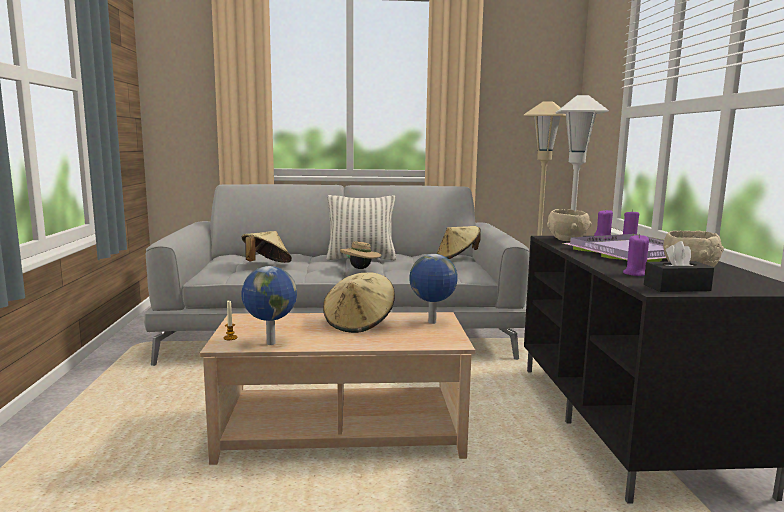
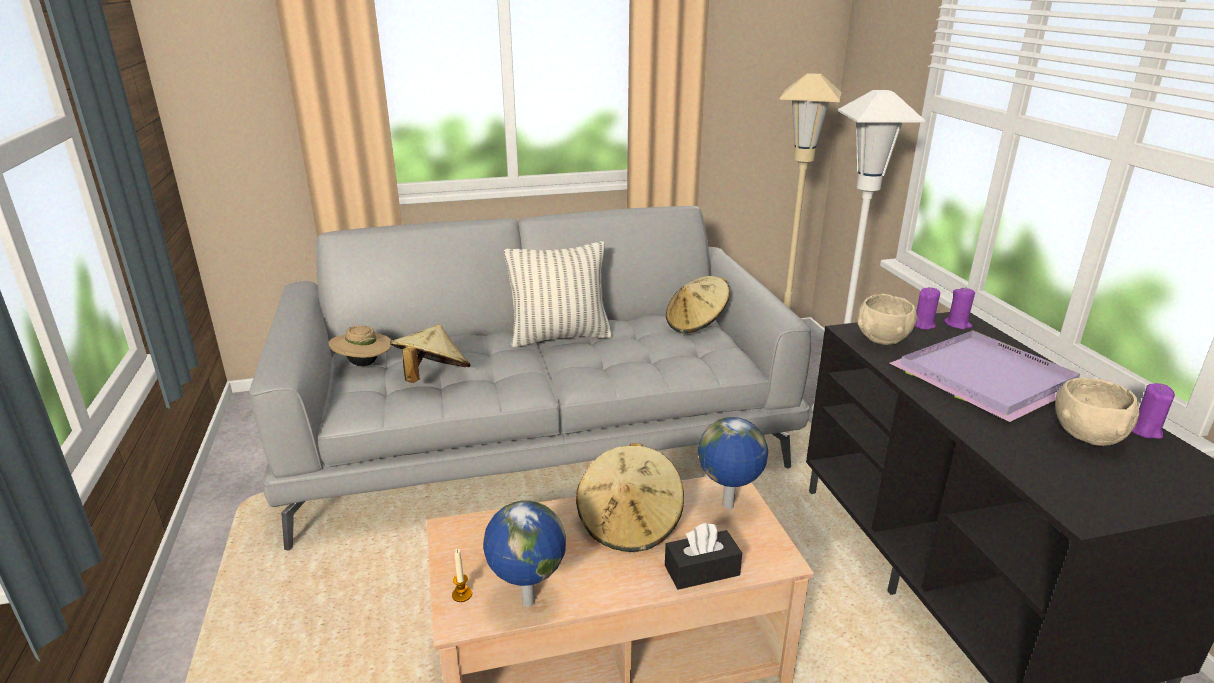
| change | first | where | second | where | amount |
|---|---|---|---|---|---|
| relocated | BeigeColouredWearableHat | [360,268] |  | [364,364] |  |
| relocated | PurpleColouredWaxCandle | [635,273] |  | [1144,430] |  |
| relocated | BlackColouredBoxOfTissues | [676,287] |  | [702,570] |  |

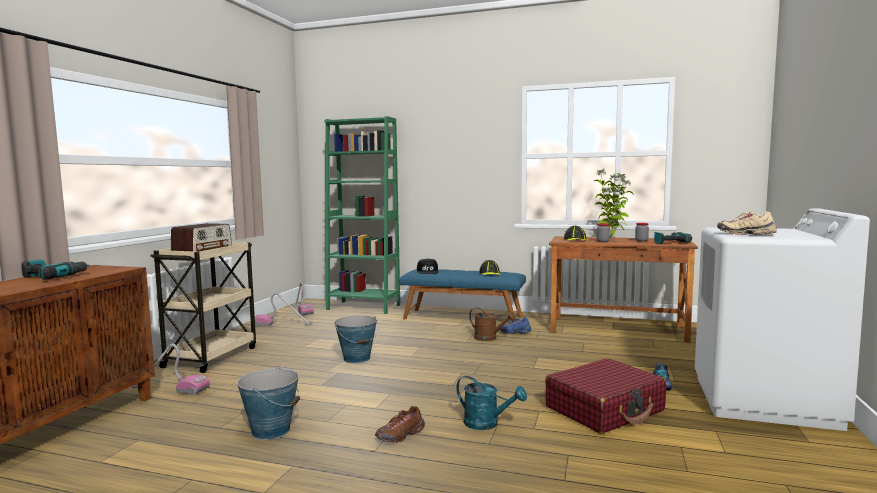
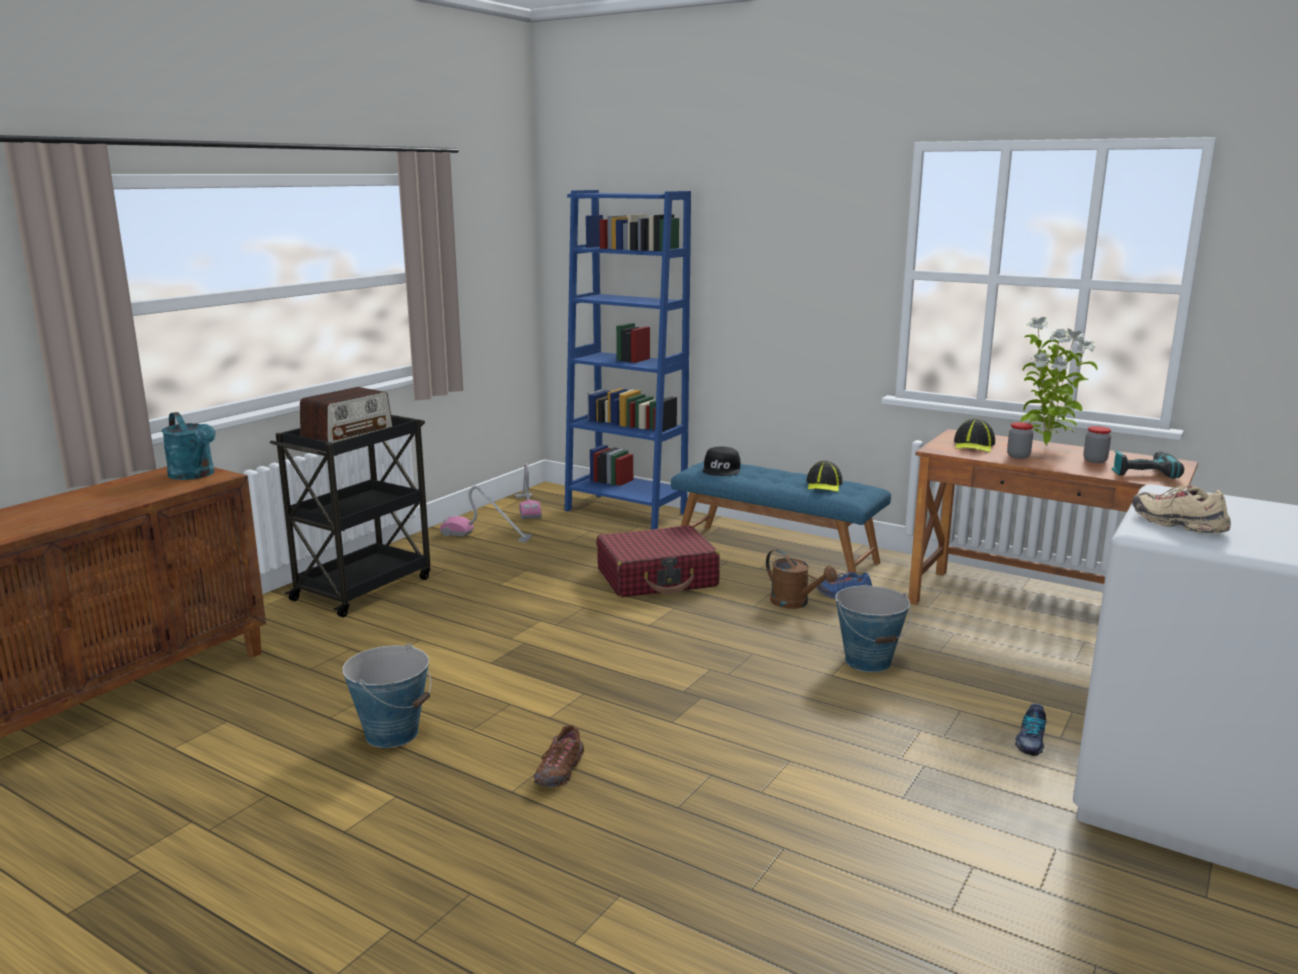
| change | first | where | second | where | amount |
|---|---|---|---|---|---|
| missing | PowerDrill | [54,276] |  |  |  |
| missing | VacuumCleaner | [170,388] |  |  |  |
| relocated | Pail | [357,358] |  | [868,661] |  |
| relocated | TurquoiseSprinklingCan | [487,424] |  | [195,475] |  |
| relocated | ReddishPieceOfLuggage | [605,409] |  | [657,578] |  |
| colour | BeigeColouredCart | [212,356] | BlackColouredCart | [364,588] |  |
| colour | GreenColouredBookshelf | [363,307] | BluishBookshelf | [625,511] |  |
| spun | BrownItemOfFootwear | [401,435] |  | [560,771] | 45 degrees counterclockwise |

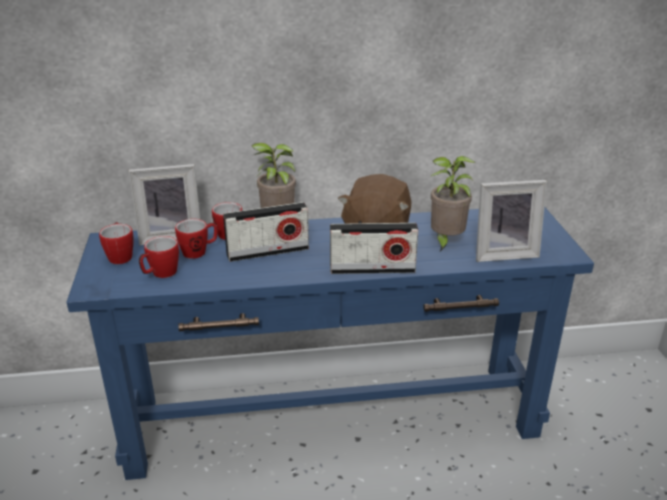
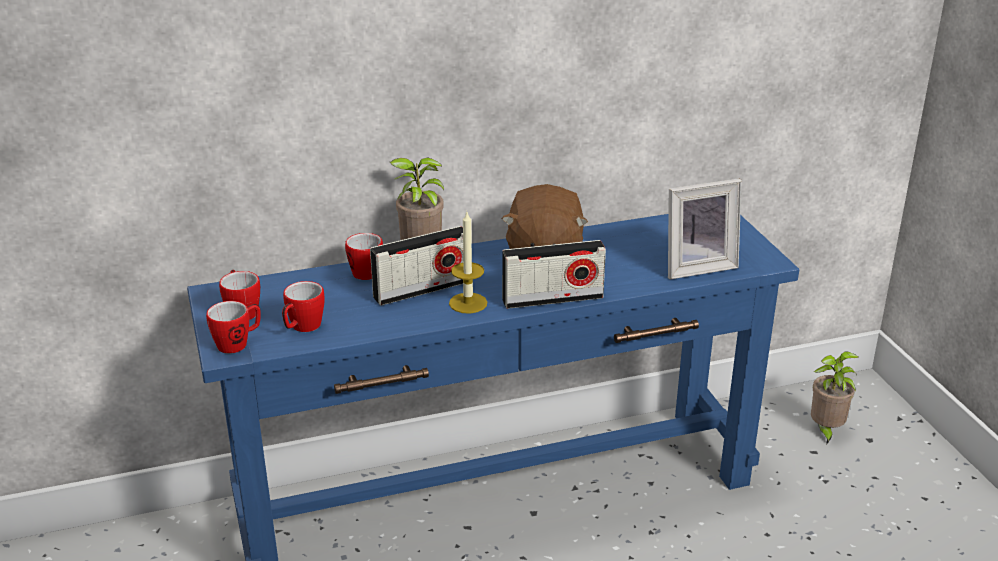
| change | first | where | second | where | amount |
|---|---|---|---|---|---|
| missing | PictureFrame | [171,236] |  |  |  |
| appeared |  |  | WaxCandle | [468,303] |  |
| relocated | CoffeeMug | [199,252] |  | [238,343] |  |
| relocated | PlantInAPot | [445,241] |  | [825,431] |  |

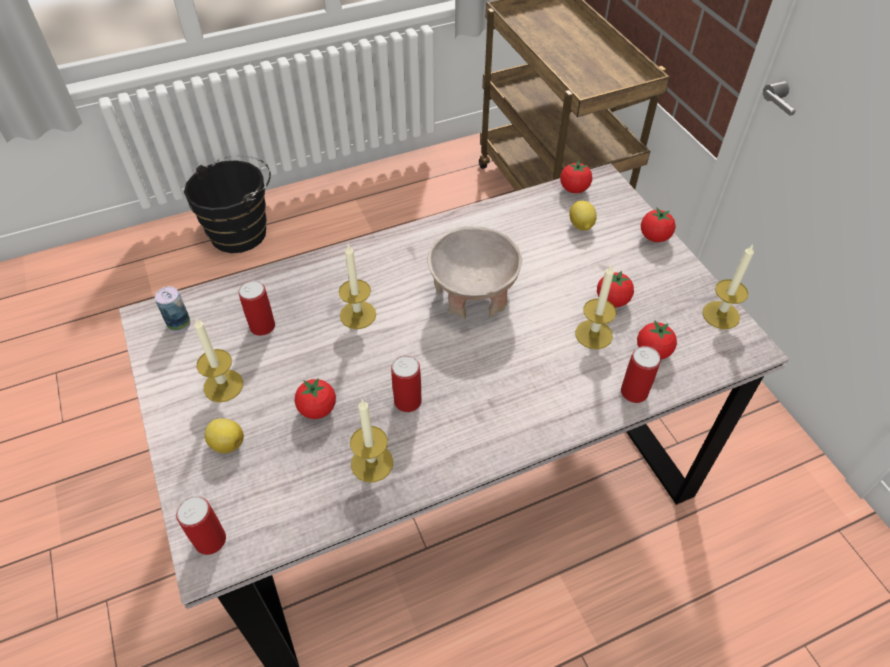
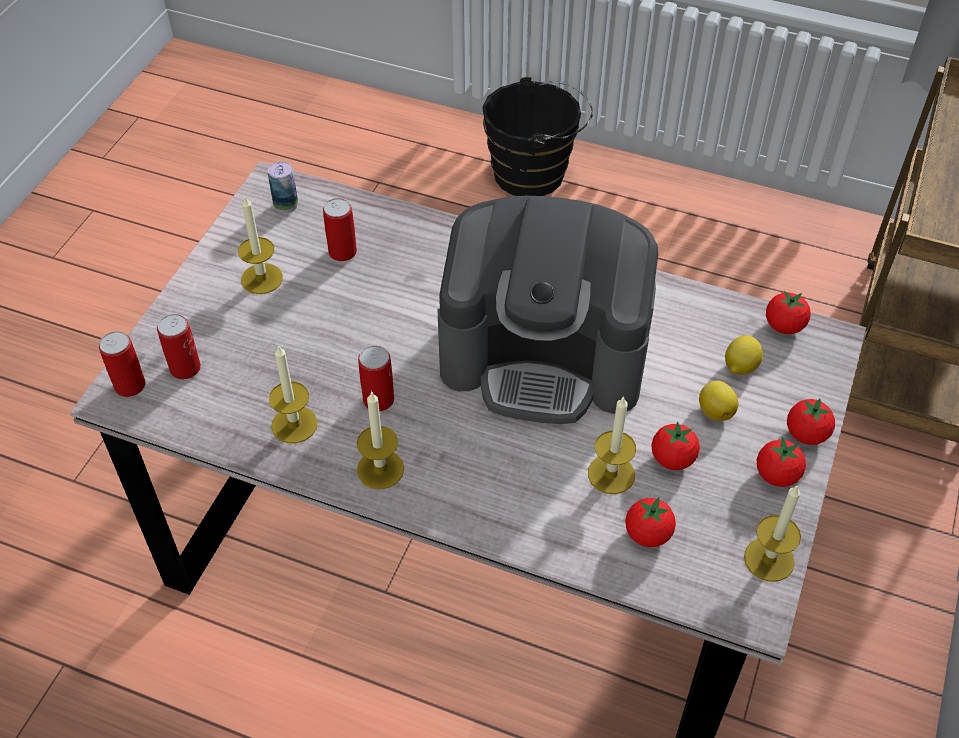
| change | first | where | second | where | amount |
|---|---|---|---|---|---|
| relocated | WholeLemon | [227,443] |  | [715,411] |  |
| relocated | FreshTomato | [317,409] |  | [776,475] |  |
| relocated | WaxCandle | [358,315] |  | [380,469] |  |
| relocated | MetalCan | [634,392] |  | [185,368] |  |
| exchanged | BeigeColouredBowl | [473,295] | CoffeeBrewer | [545,354] |  |

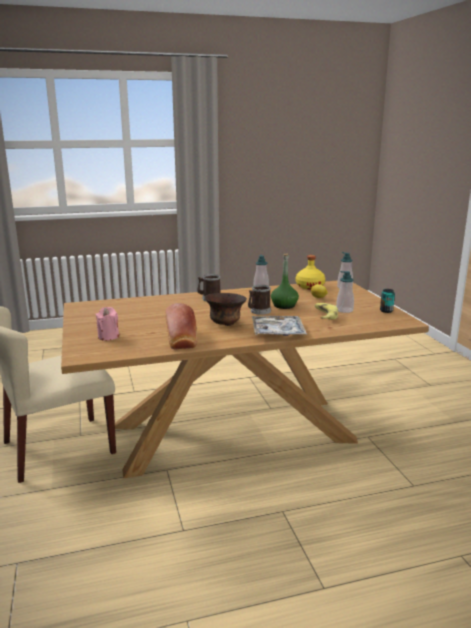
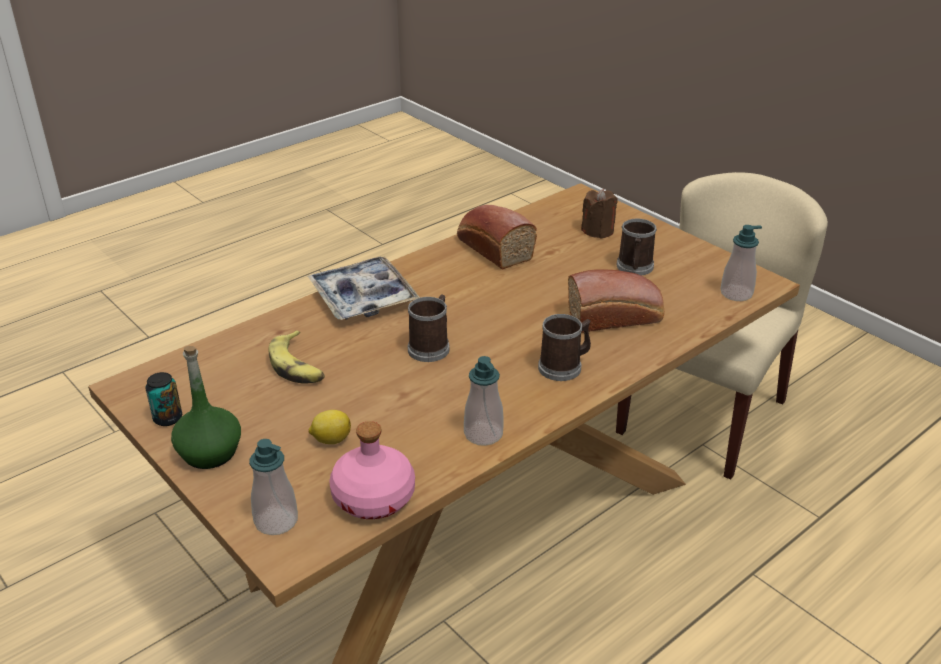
| change | first | where | second | where | amount |
|---|---|---|---|---|---|
| missing | BrownBowl | [225,324] |  |  |  |
| appeared |  |  | BakedBread | [616,317] |  |
| appeared |  |  | CoffeeMug | [634,268] |  |
| relocated | GreenColouredDrinkBottle | [284,305] |  | [210,452] |  |
| relocated | SoapBottle | [344,310] |  | [736,294] |  |
| colour | PinkColouredWaxCandle | [108,336] | BrownWaxCandle | [598,231] |  |
| colour | YellowColouredDrinkBottle | [309,286] | PinkColouredDrinkBottle | [374,498] |  |

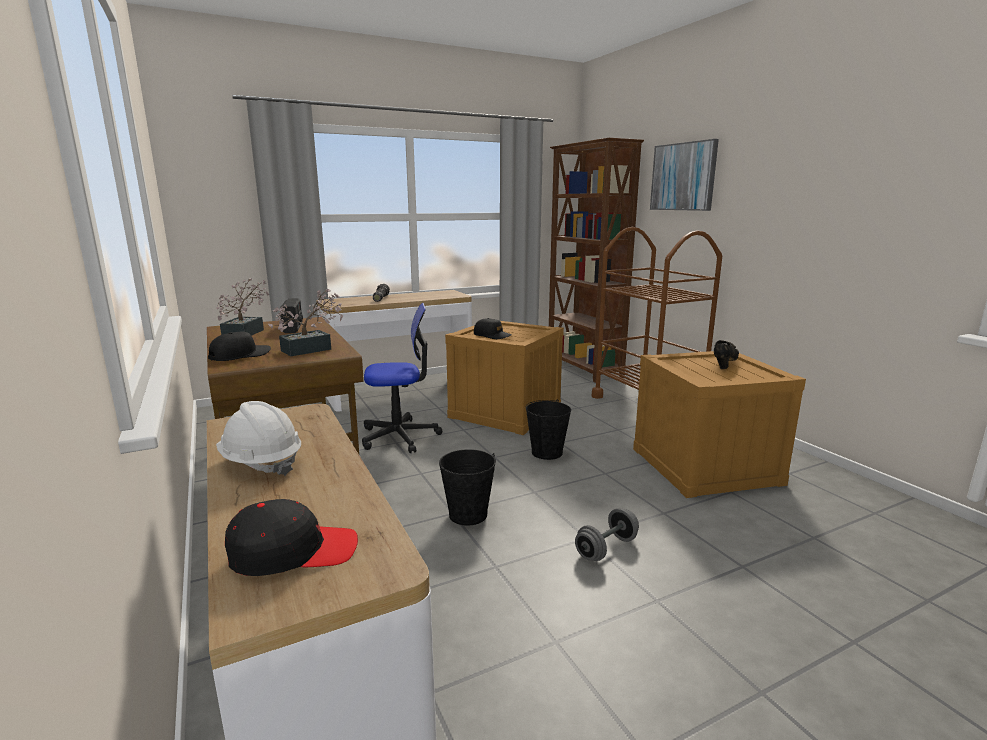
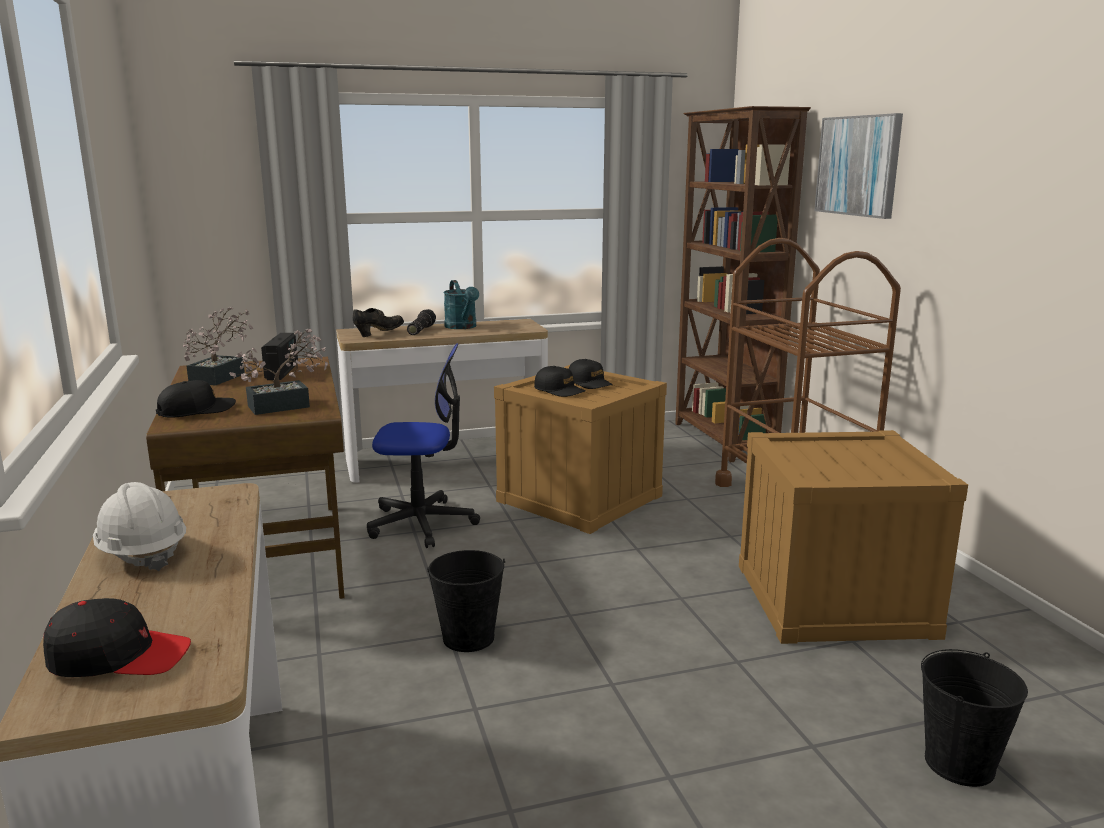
| change | first | where | second | where | amount |
|---|---|---|---|---|---|
| missing | GreyFreeWeight | [606,548] |  |  |  |
| appeared |  |  | TurquoiseSprinklingCan | [462,327] |  |
| appeared |  |  | BlackColouredCap | [589,383] |  |
| relocated | BlackColouredPail | [547,452] |  | [960,764] |  |
| relocated | BlackColouredItemOfFootwear | [724,364] |  | [379,333] |  |

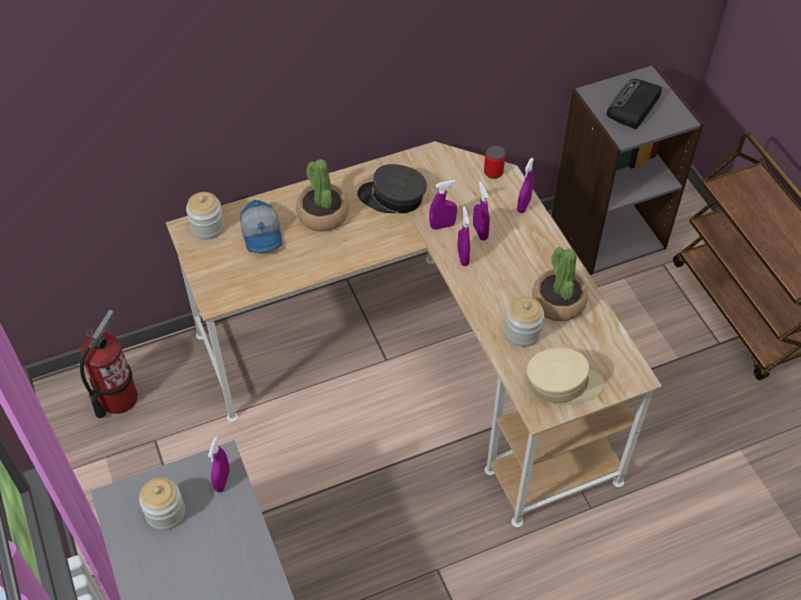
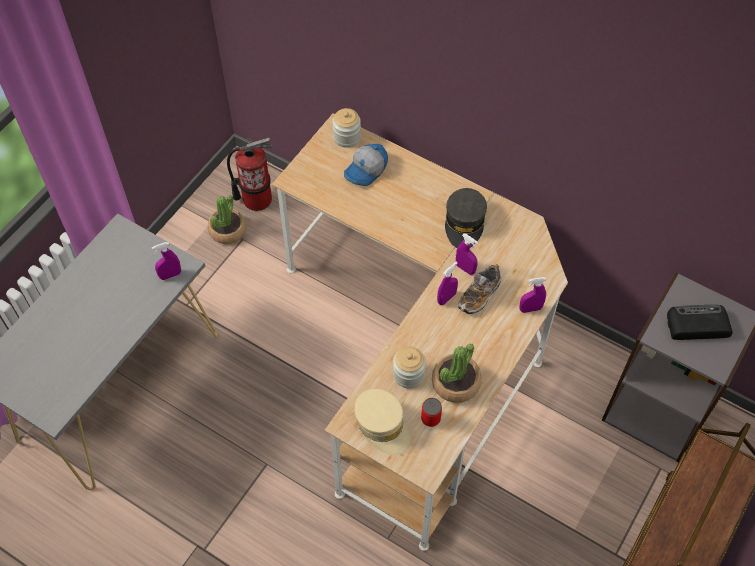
| change | first | where | second | where | amount |
|---|---|---|---|---|---|
| missing | PreserveJar | [165,513] |  |  |  |
| relocated | PlantInAPot | [322,215] |  | [227,230] |  |
| relocated | MetalCan | [493,172] |  | [430,418] |  |
| exchanged | PurpleColouredSprayBottle | [480,232] | ItemOfFootwear | [479,295] |  |
| spun | GreyCap | [392,197] |  | [464,223] | 150 degrees counterclockwise |

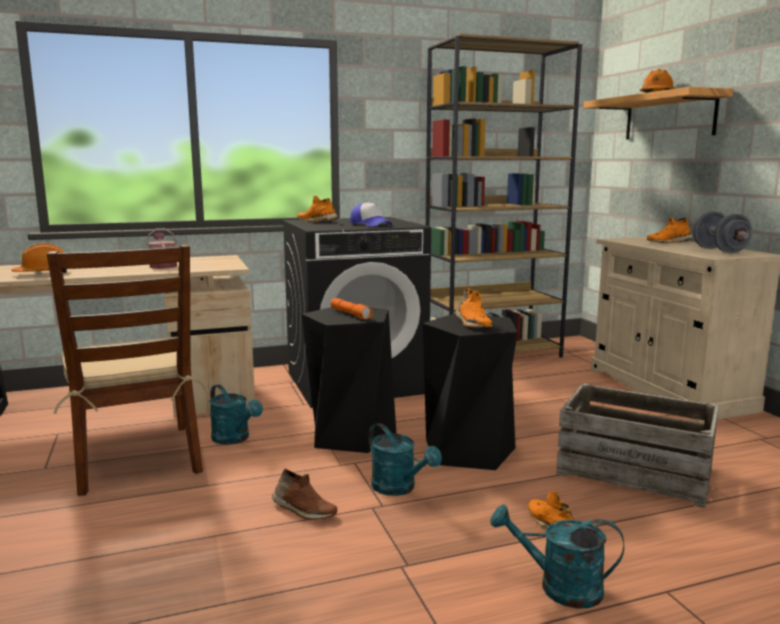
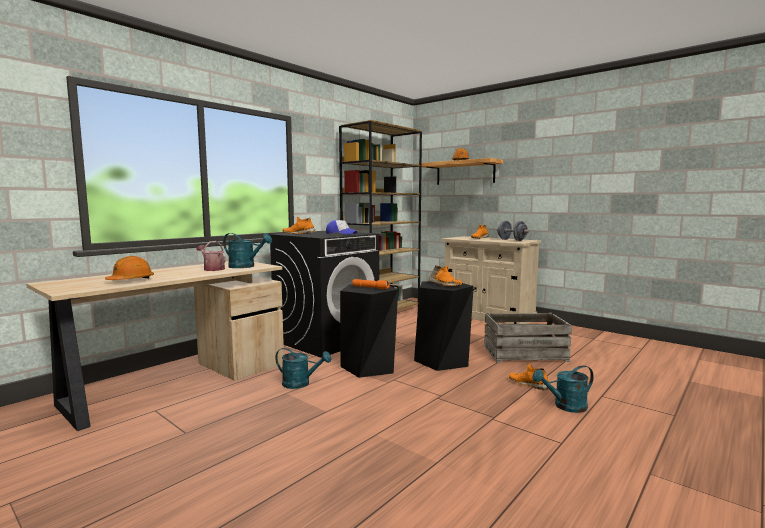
| change | first | where | second | where | amount |
|---|---|---|---|---|---|
| missing | BrownUprightChair | [137,458] |  |  |  |
| missing | BrownItemOfFootwear | [303,510] |  |  |  |
| relocated | TurquoiseSprinklingCan | [399,488] |  | [246,266] |  |

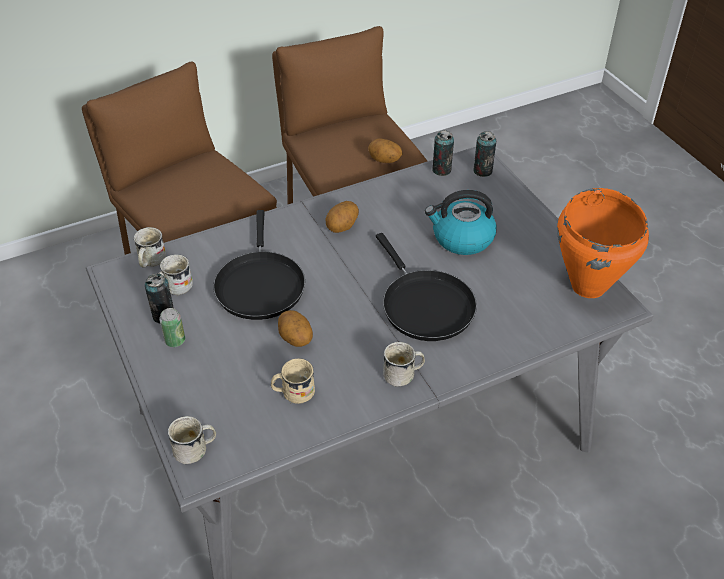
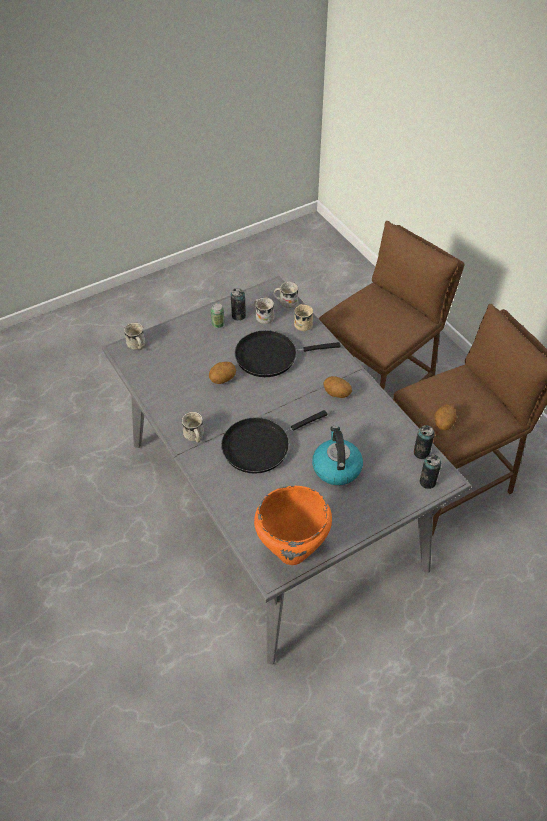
| change | first | where | second | where | amount |
|---|---|---|---|---|---|
| relocated | BeigeColouredCoffeeMug | [293,392] |  | [302,323] |  |

